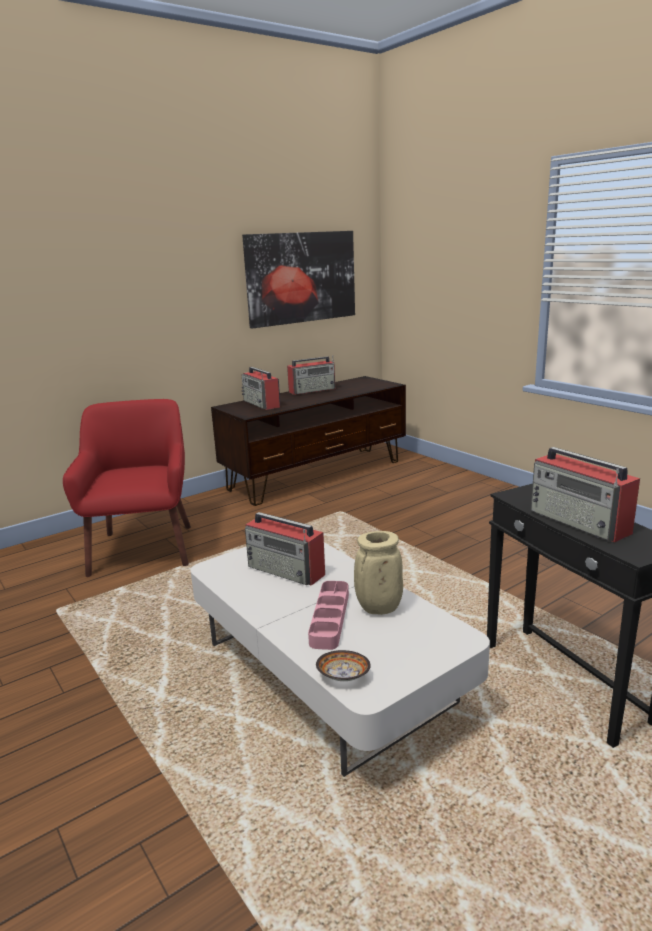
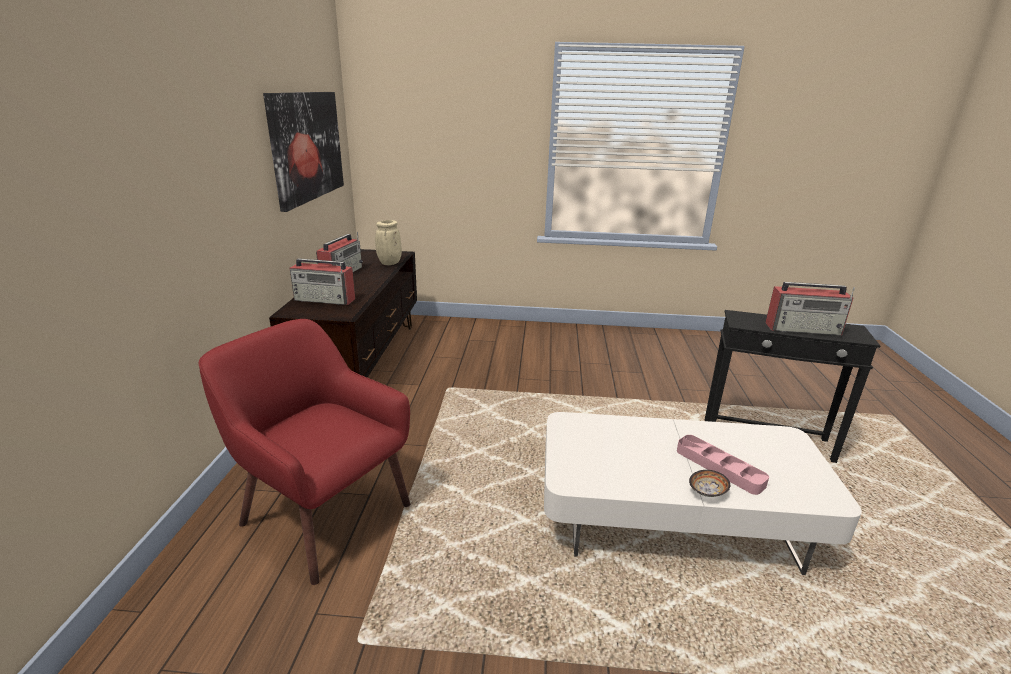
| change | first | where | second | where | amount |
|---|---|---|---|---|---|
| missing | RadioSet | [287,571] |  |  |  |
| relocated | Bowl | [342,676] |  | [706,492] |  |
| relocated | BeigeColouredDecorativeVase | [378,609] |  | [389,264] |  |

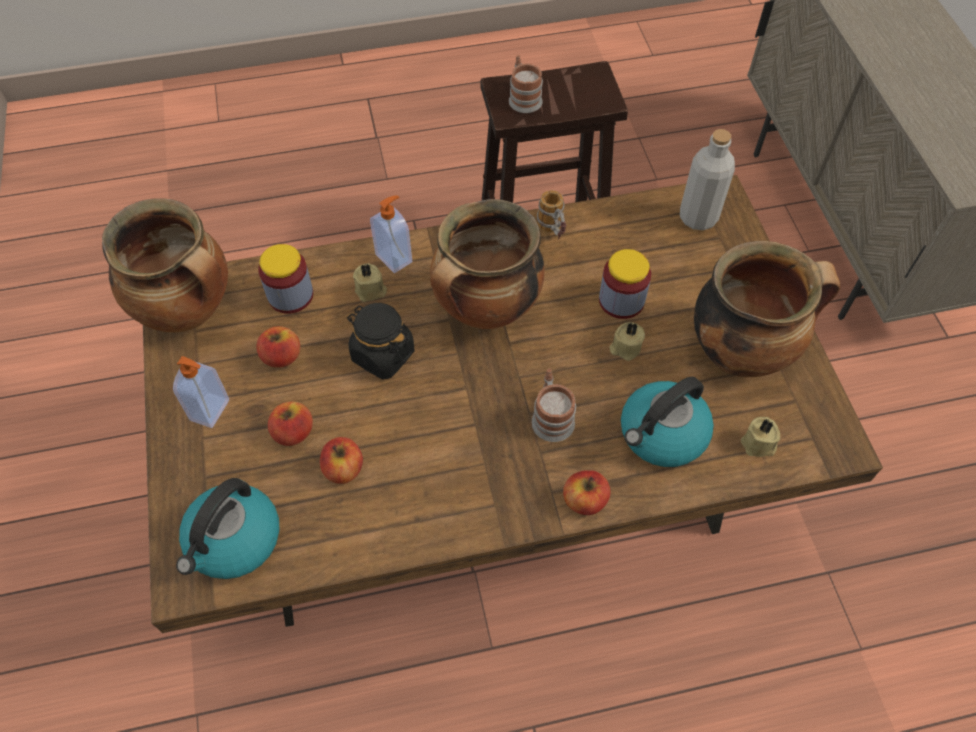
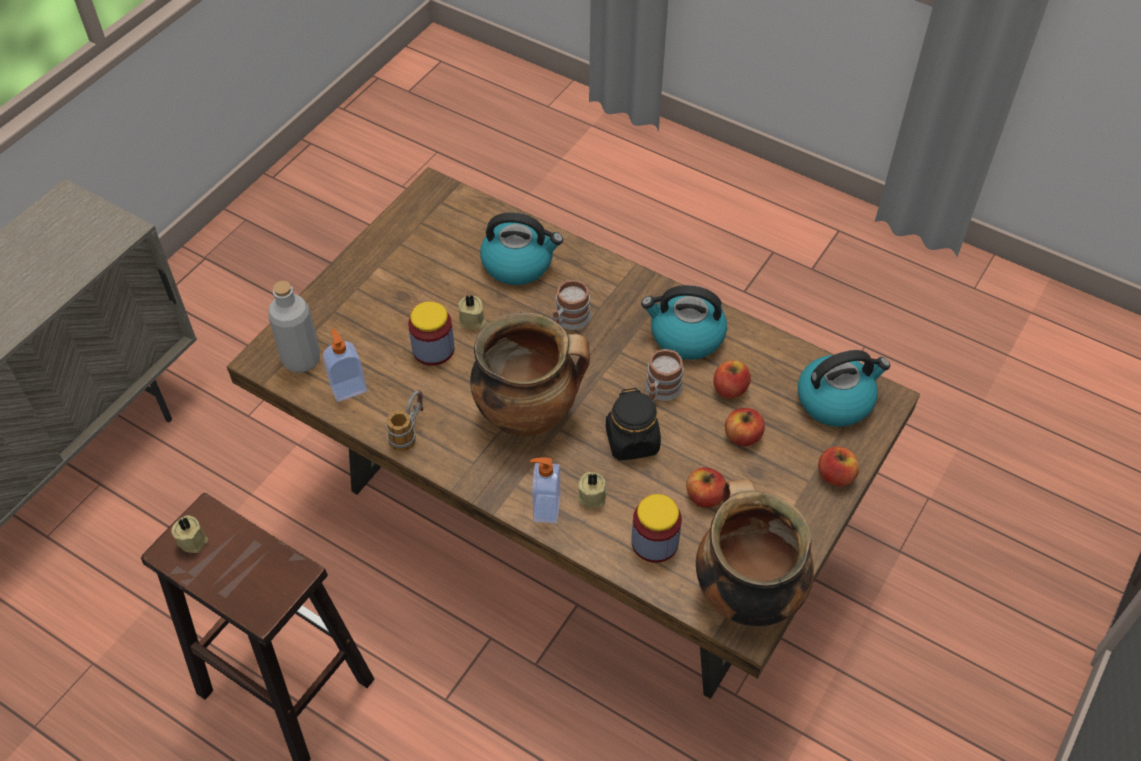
| change | first | where | second | where | amount |
|---|---|---|---|---|---|
| missing | CookingPot | [741,351] |  |  |  |
| appeared |  |  | Kettle | [685,336] |  |
| relocated | SoapBottle | [211,410] |  | [348,388] |  |
| relocated | CoffeeMug | [523,98] |  | [660,391] |  |
| relocated | Apple | [585,501] |  | [835,476] |  |
| relocated | BeigeColouredWaxCandle | [758,445] |  | [193,539] |  |

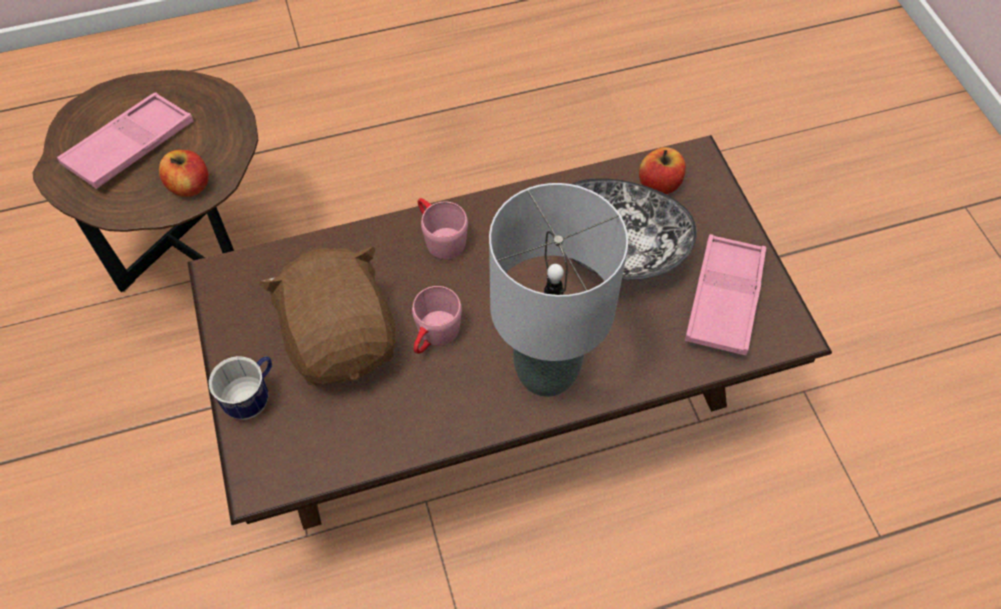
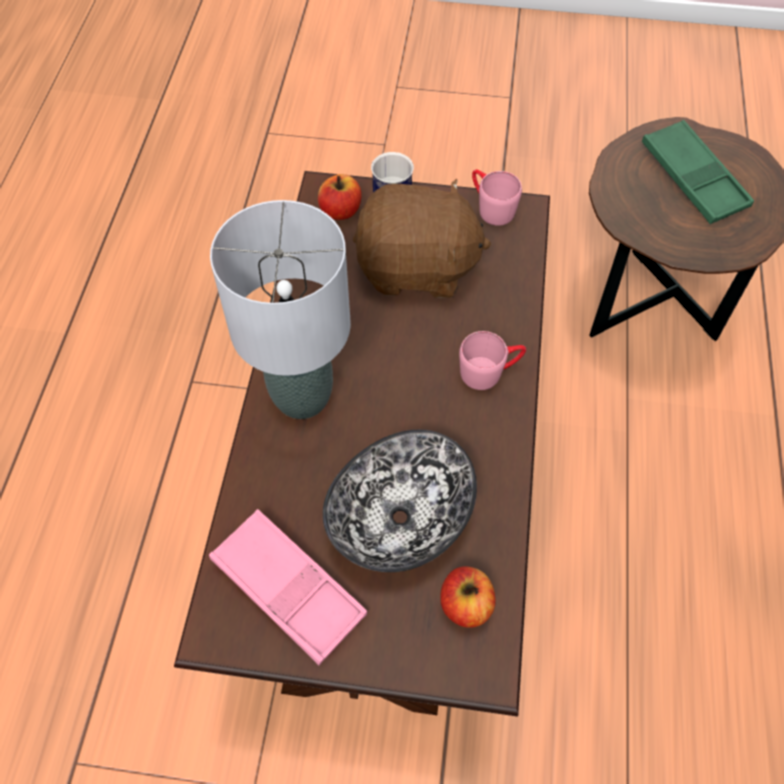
| change | first | where | second | where | amount |
|---|---|---|---|---|---|
| relocated | Apple | [189,186] |  | [341,211] |  |
| relocated | PinkColouredCoffeeMug | [434,337] |  | [490,207] |  |
| colour | PinkColouredCarryingTray | [130,146] | GreenColouredCarryingTray | [693,178] |  |

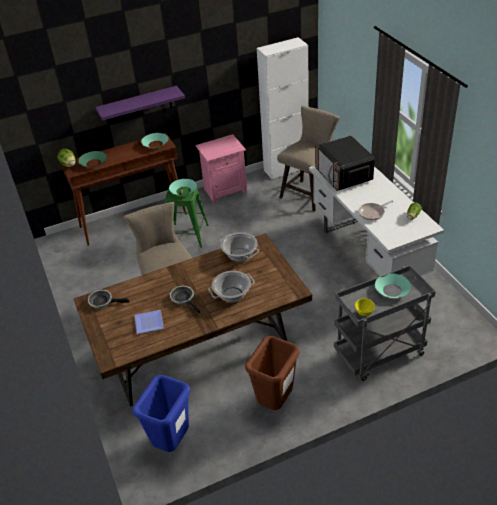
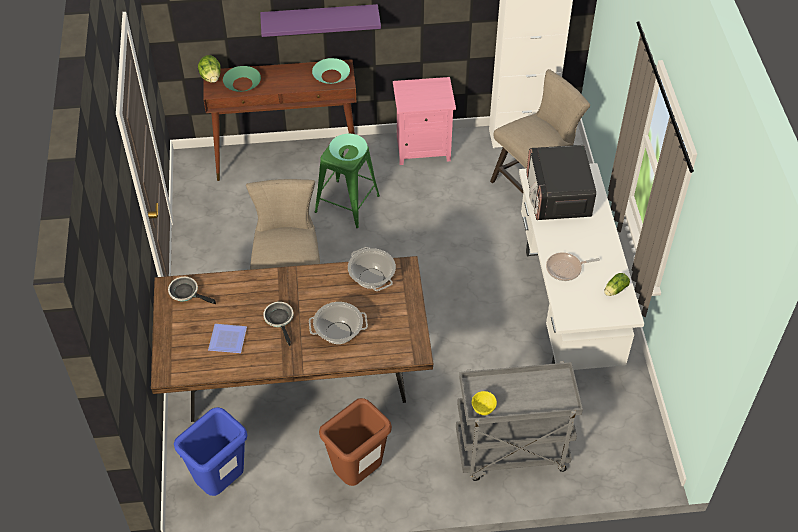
| change | first | where | second | where | amount |
|---|---|---|---|---|---|
| missing | TurquoiseBowl | [392,290] |  |  |  |

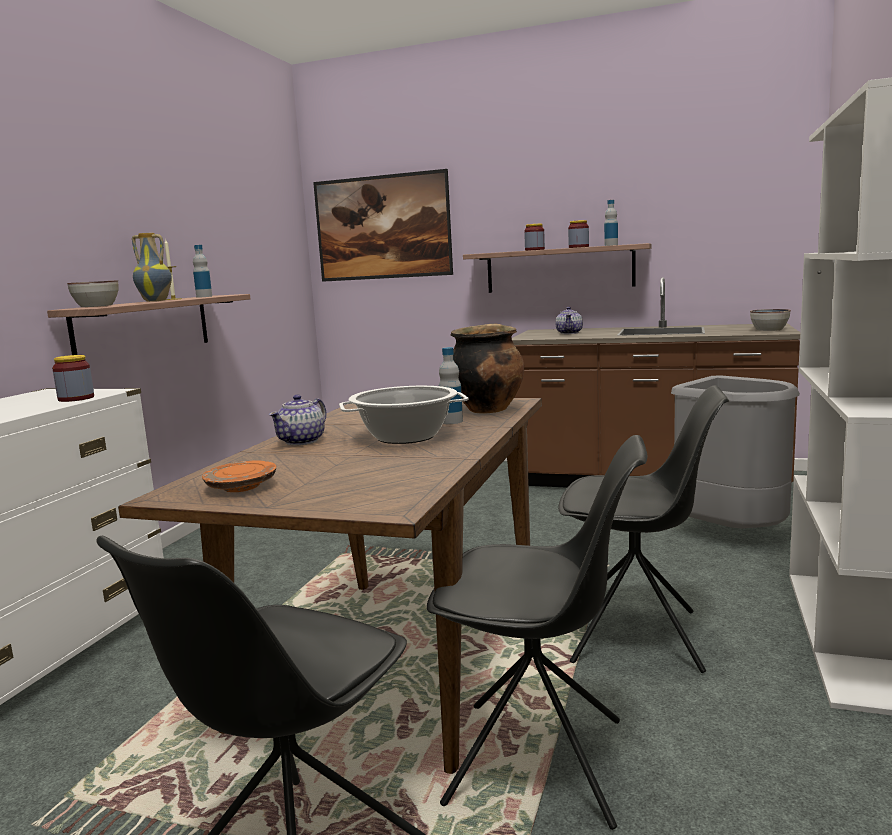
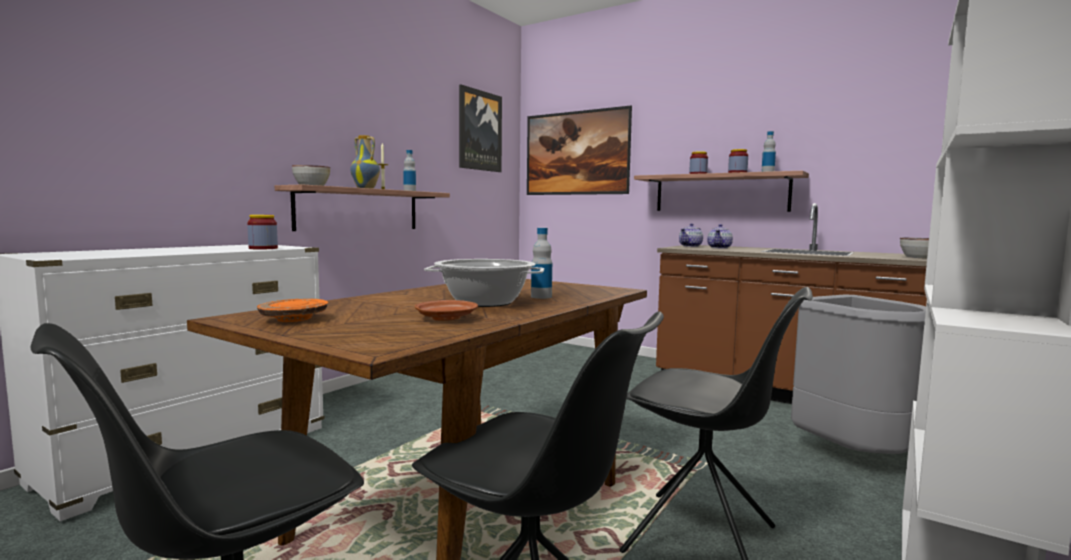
| change | first | where | second | where | amount |
|---|---|---|---|---|---|
| missing | CookingPot | [487,409] |  |  |  |
| appeared |  |  | BrownFlatDish | [446,318] |  |
| appeared |  |  | WallPicture | [479,131] |  |
| relocated | Teapot | [302,441] |  | [691,246] |  |

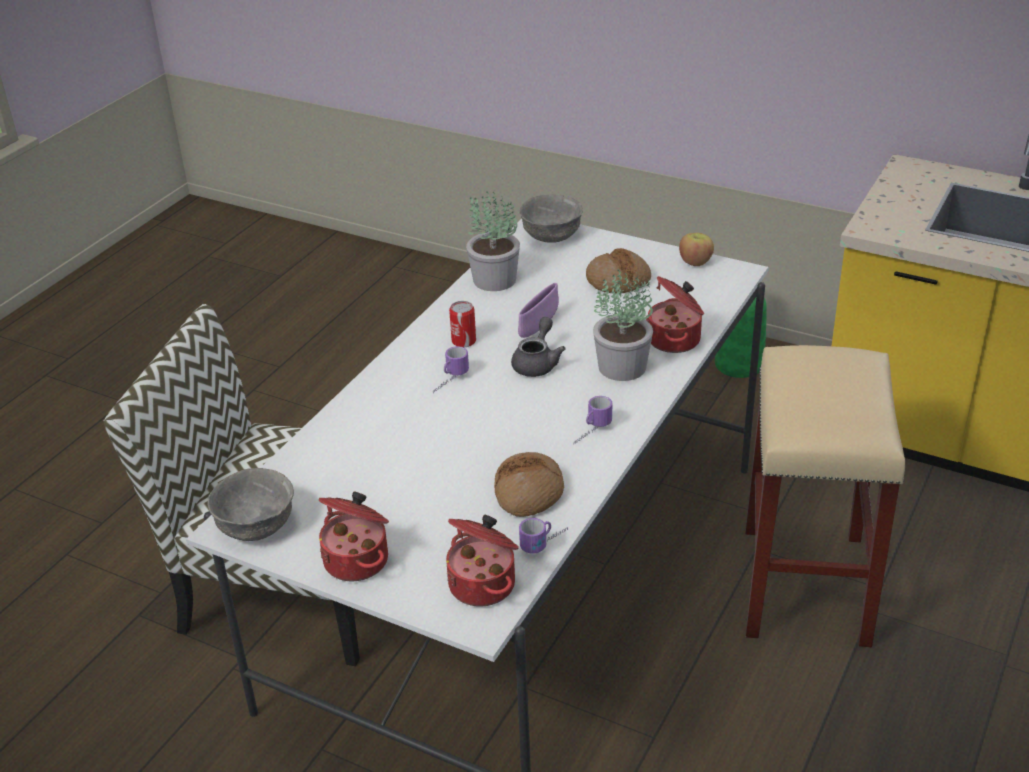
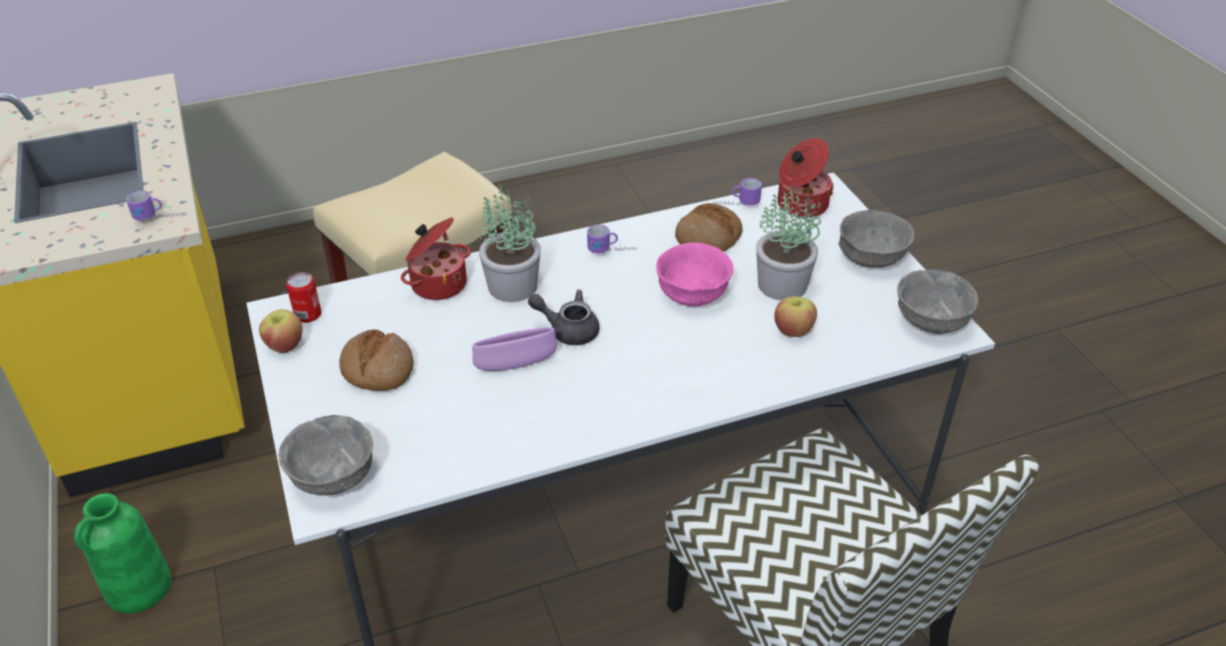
| change | first | where | second | where | amount |
|---|---|---|---|---|---|
| appeared |  |  | PinkColouredBowl | [693,294] |  |
| appeared |  |  | Apple | [793,330] |  |
| relocated | CoffeeMug | [449,381] |  | [160,218] |  |
| relocated | MetalCan | [464,341] |  | [308,314] |  |
| relocated | PlantInAPot | [494,280] |  | [783,284] |  |
| exchanged | CookingPot | [358,560] | GreyBowl | [870,259] |  |
| spun | GreyTeapot | [537,363] |  | [568,329] | 45 degrees clockwise |

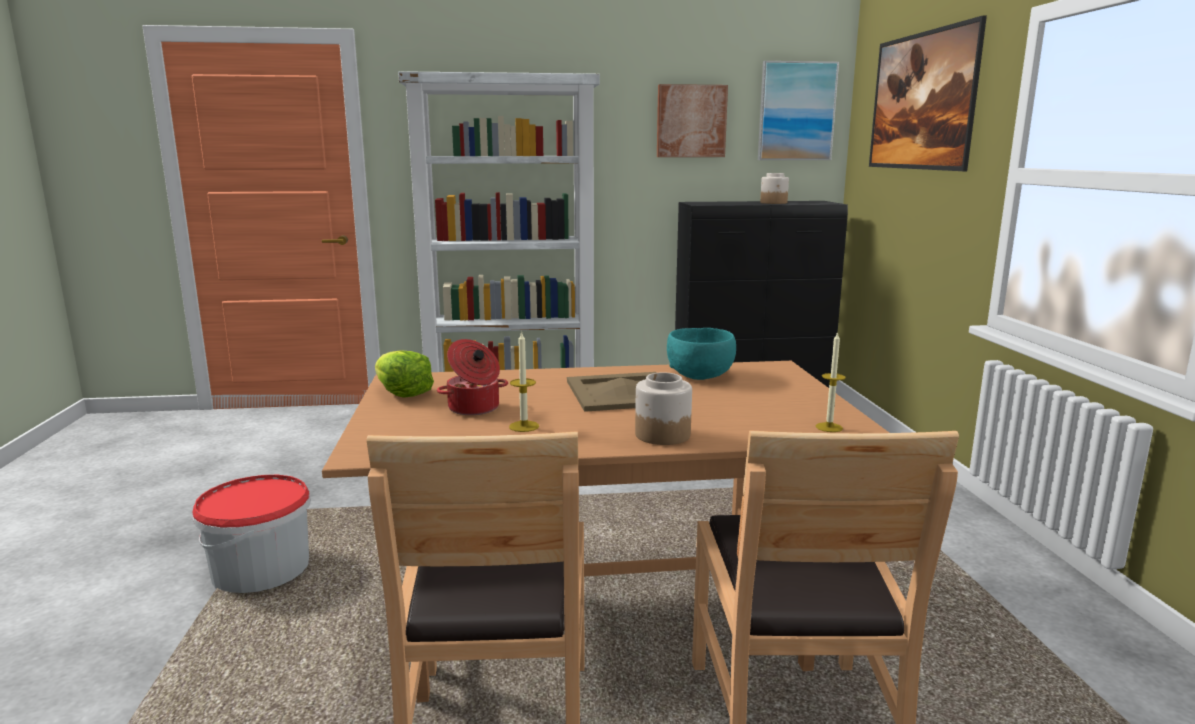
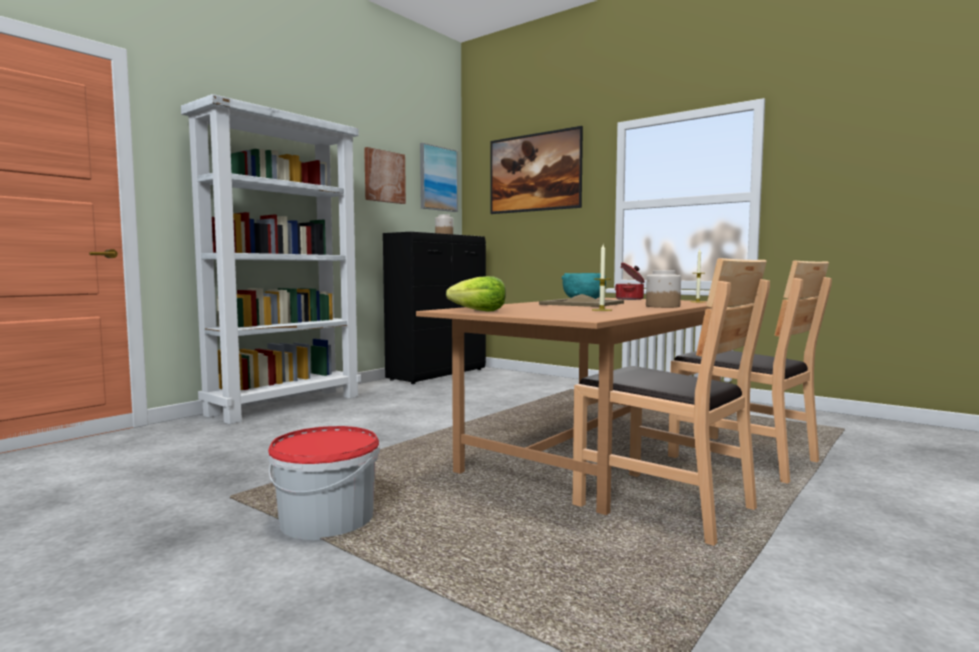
| change | first | where | second | where | amount |
|---|---|---|---|---|---|
| relocated | CookingPot | [474,408] |  | [630,299] |  |

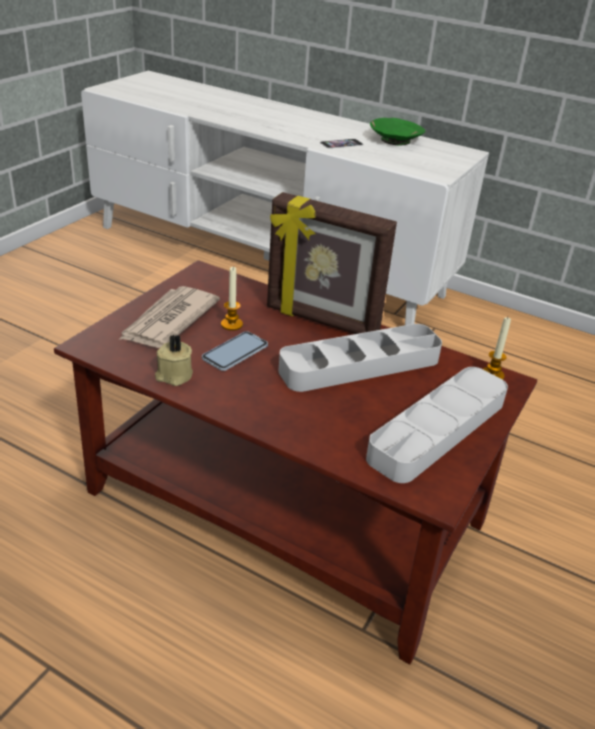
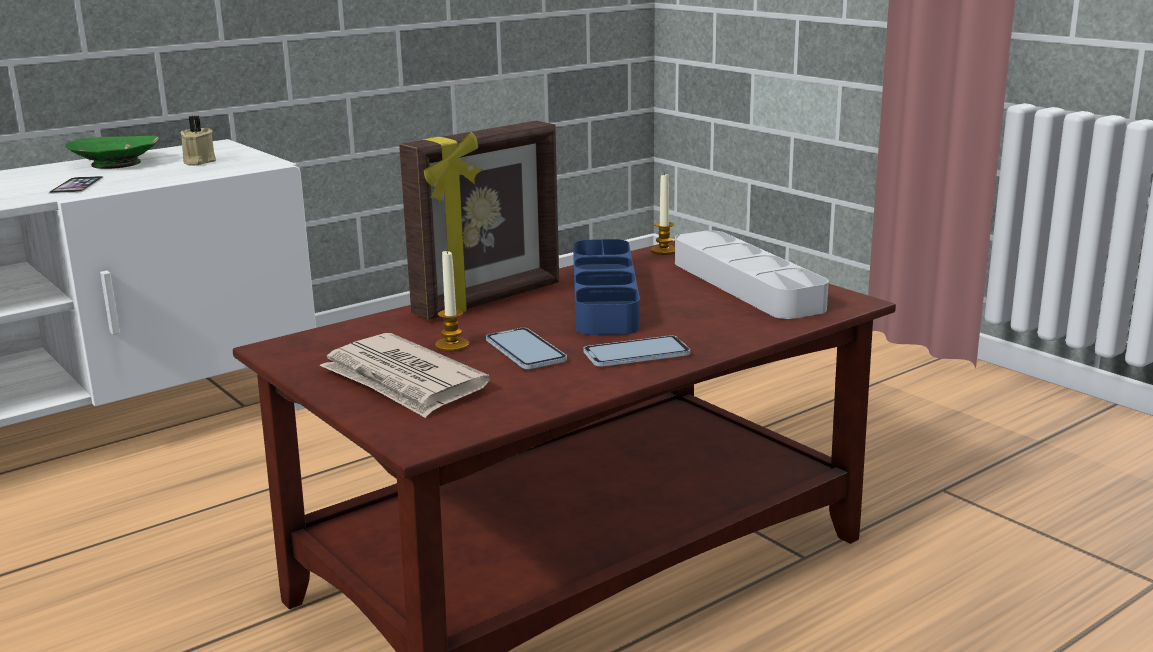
| change | first | where | second | where | amount |
|---|---|---|---|---|---|
| appeared |  |  | Phone | [636,354] |  |
| relocated | BeigeColouredWaxCandle | [173,376] |  | [198,162] |  |
| colour | GreyCarryingTray | [360,365] | BluishCarryingTray | [604,297] |  |

